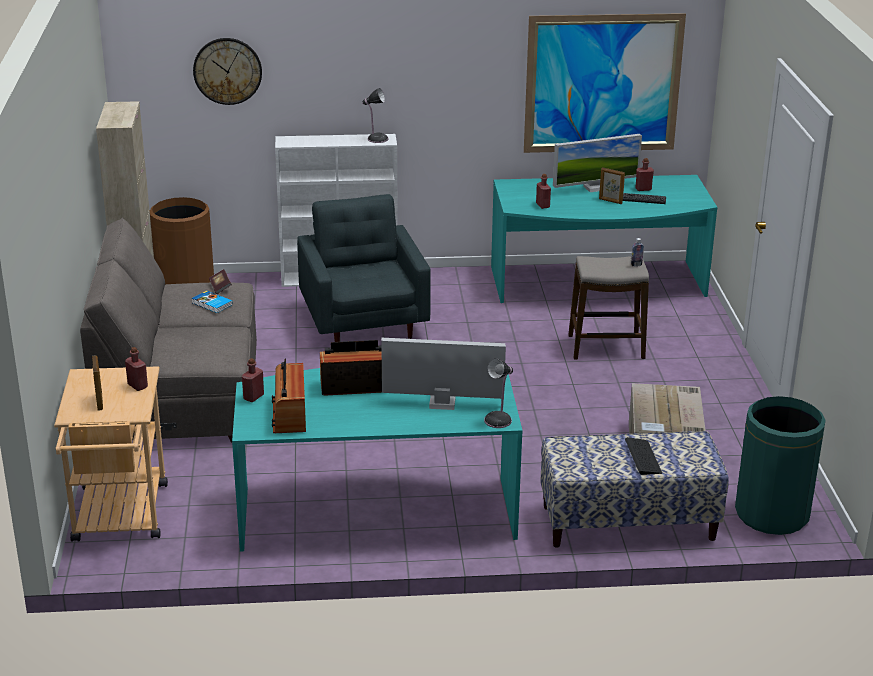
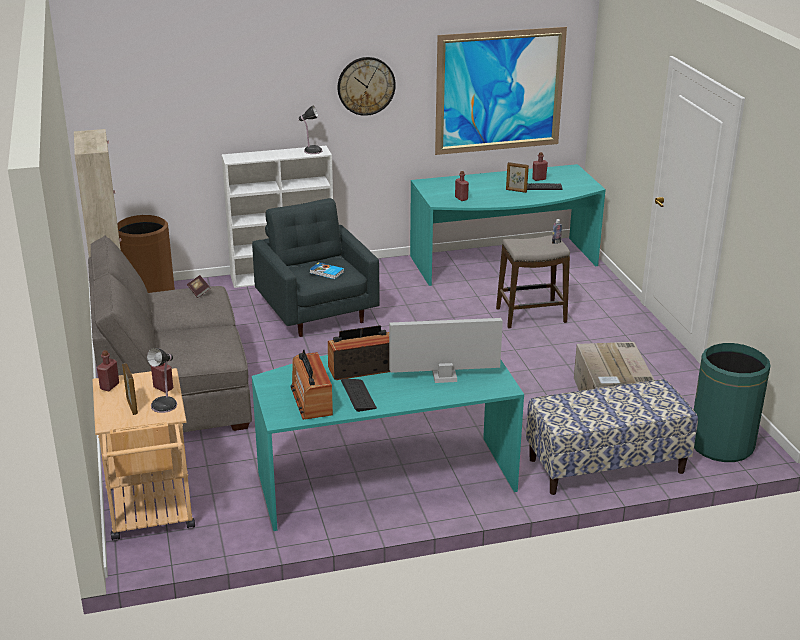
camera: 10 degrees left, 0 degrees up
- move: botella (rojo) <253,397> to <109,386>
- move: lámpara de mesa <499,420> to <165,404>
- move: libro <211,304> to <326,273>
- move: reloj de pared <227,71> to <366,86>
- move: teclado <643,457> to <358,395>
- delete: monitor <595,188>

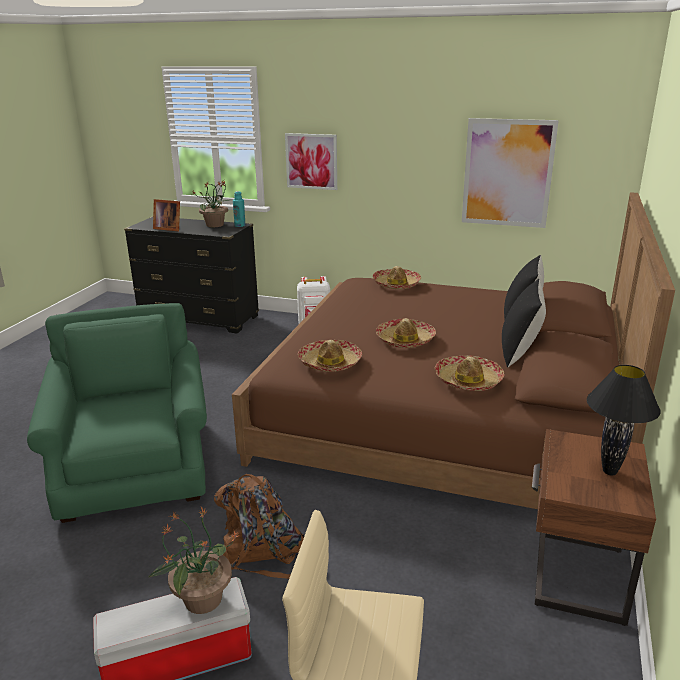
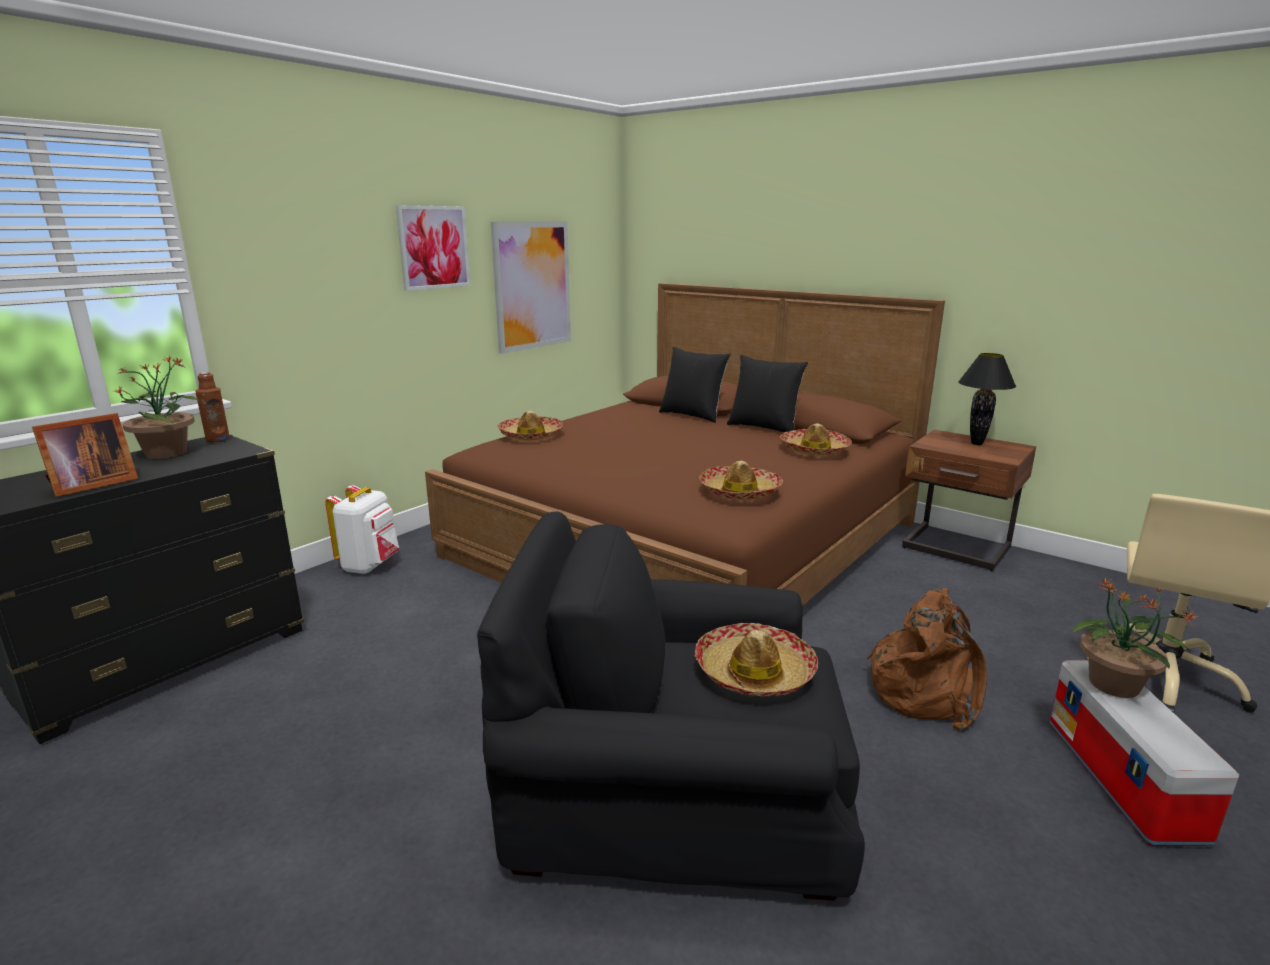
camera: 70 degrees left, 5 degrees down
- recolor: botella (turquesa) <240,225> to botella (marrón) <217,439>
- move: cuadro <311,161> to <434,247>
- recolor: sillón (verde) <134,463> to sillón (negro) <675,793>
- move: sombrero <405,340> to <754,672>

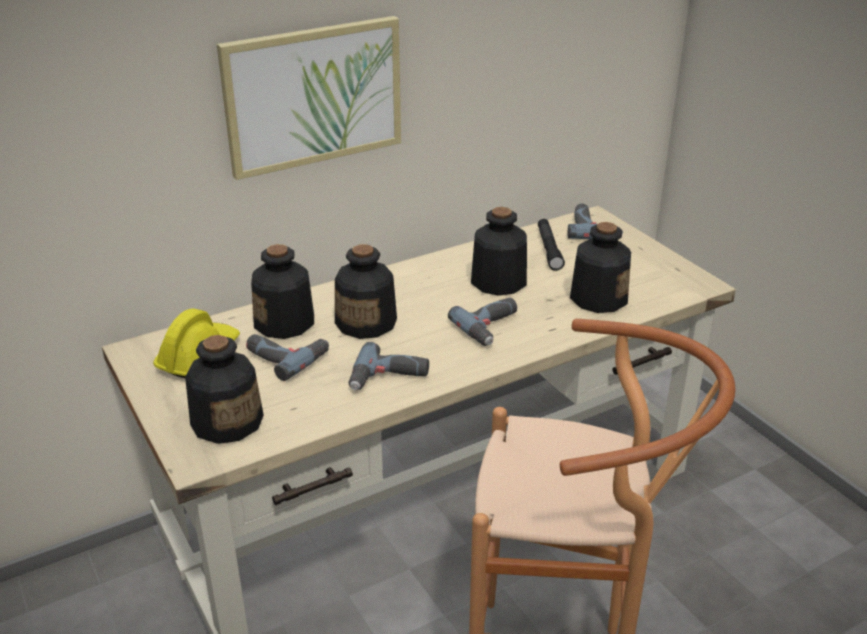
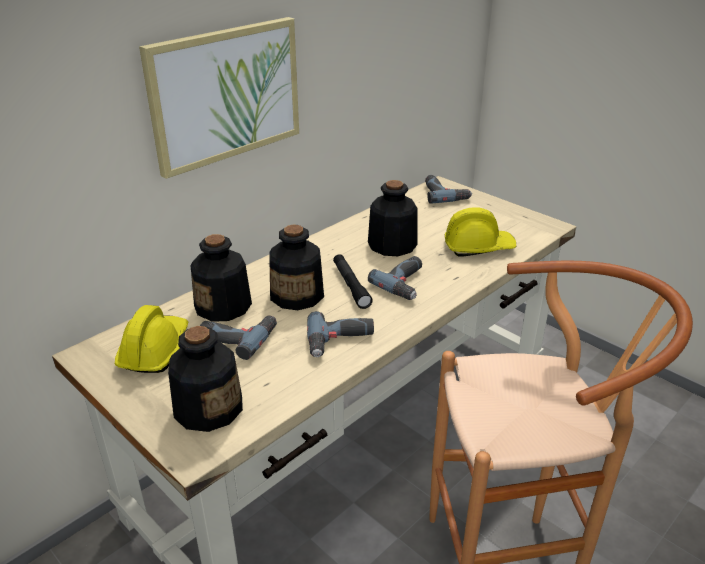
camera: 15 degrees left, 0 degrees up
- move: linterna (negro) <549,249> to <351,286>
- replace: botella <598,298> to casco (amarillo) <478,247>

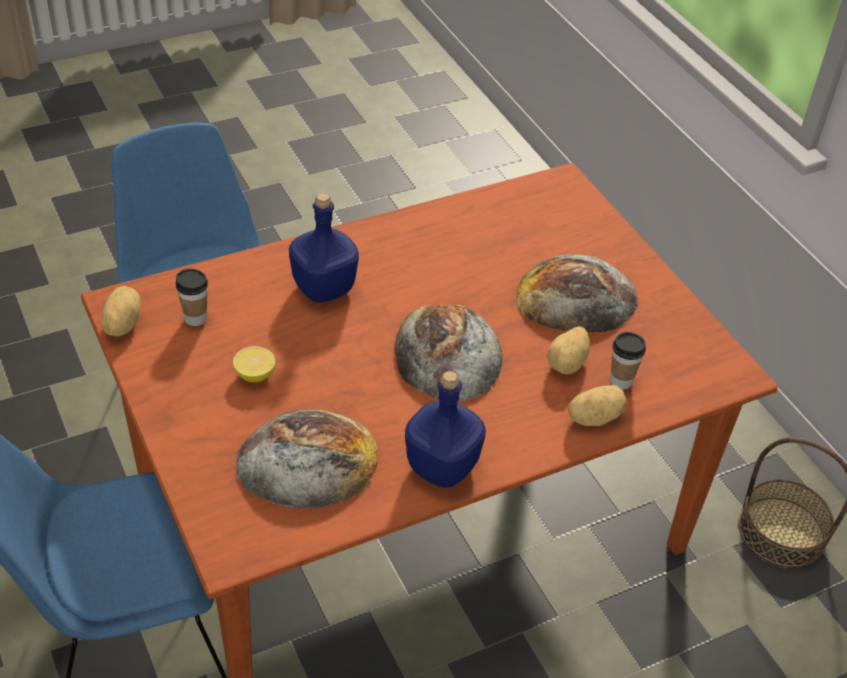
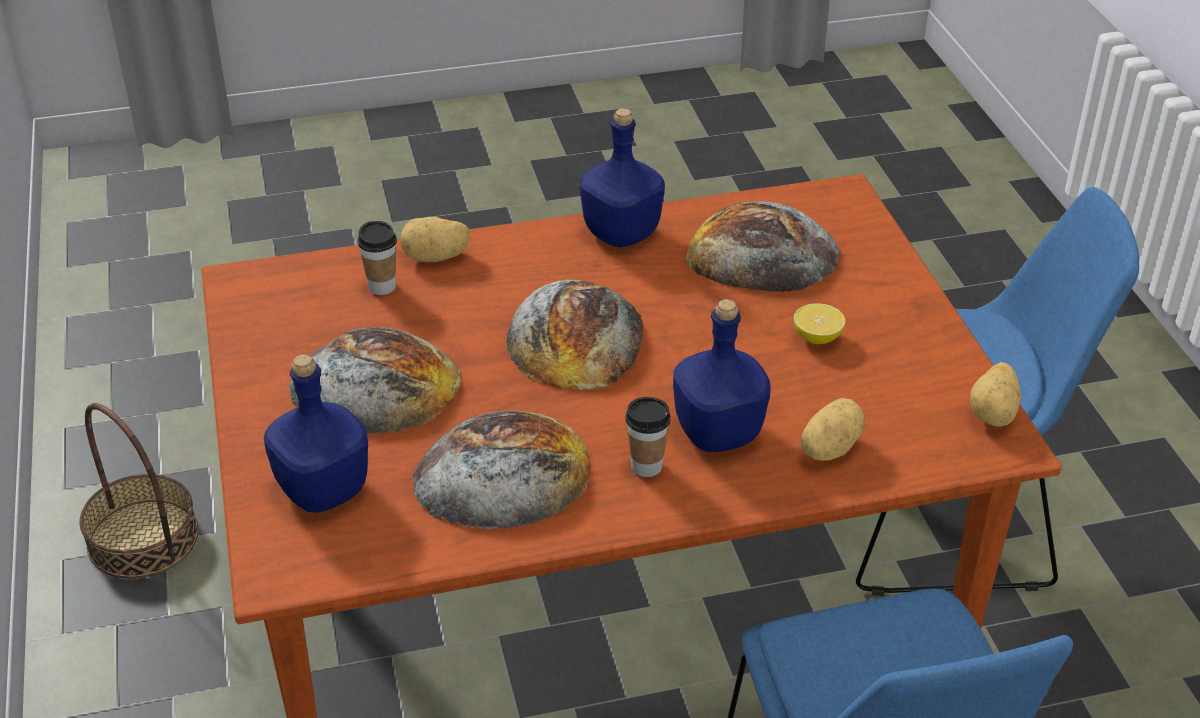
camera: 165 degrees left, 5 degrees down
- insert: botella (azul) <322,489>
- insert: pan <503,473>
- move: taza <195,318> to <646,466>
- move: patata <568,363> to <828,448>

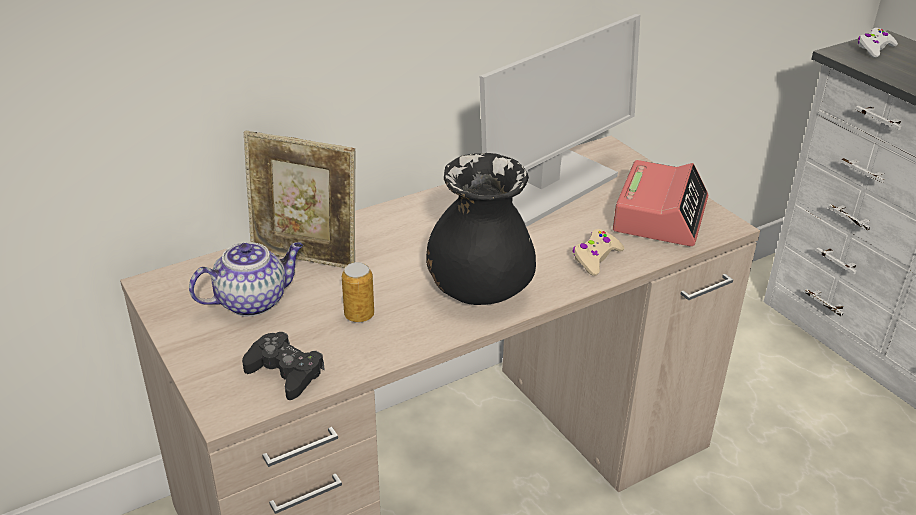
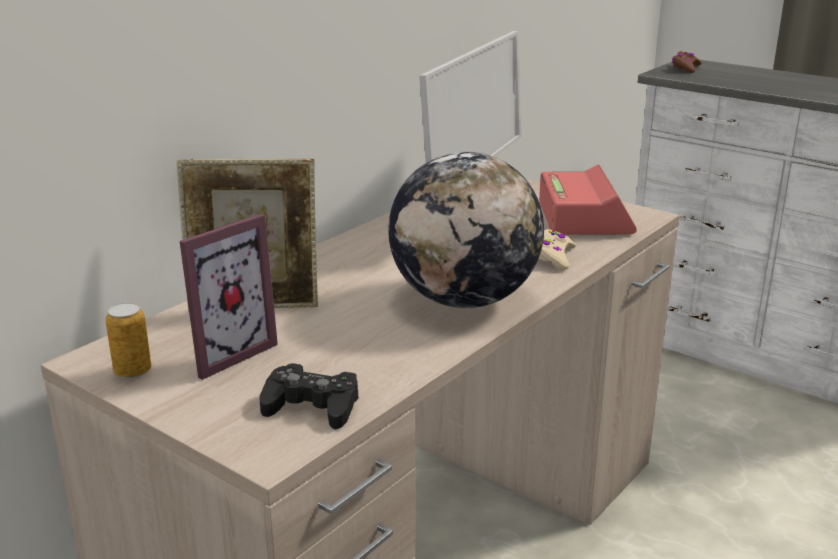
camera: 20 degrees left, 10 degrees down
- move: lata <359,315> to <133,371>
- replace: tetera <253,301> to portarretratos <224,353>
- replace: florero (negro) <479,290> to globo terráqueo <464,300>
- recolor: mando de consola (blanco) <874,48> to mando de consola (marrón) <685,68>

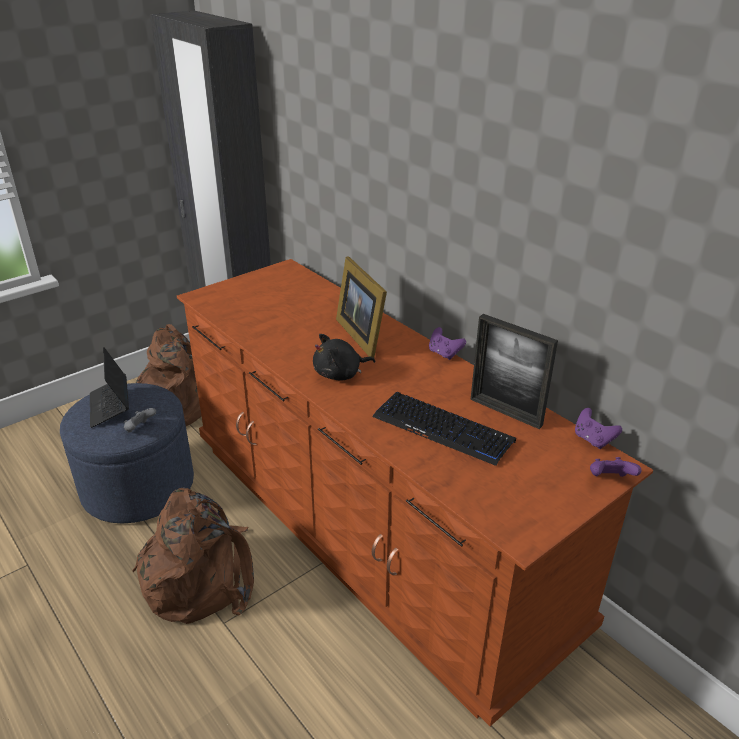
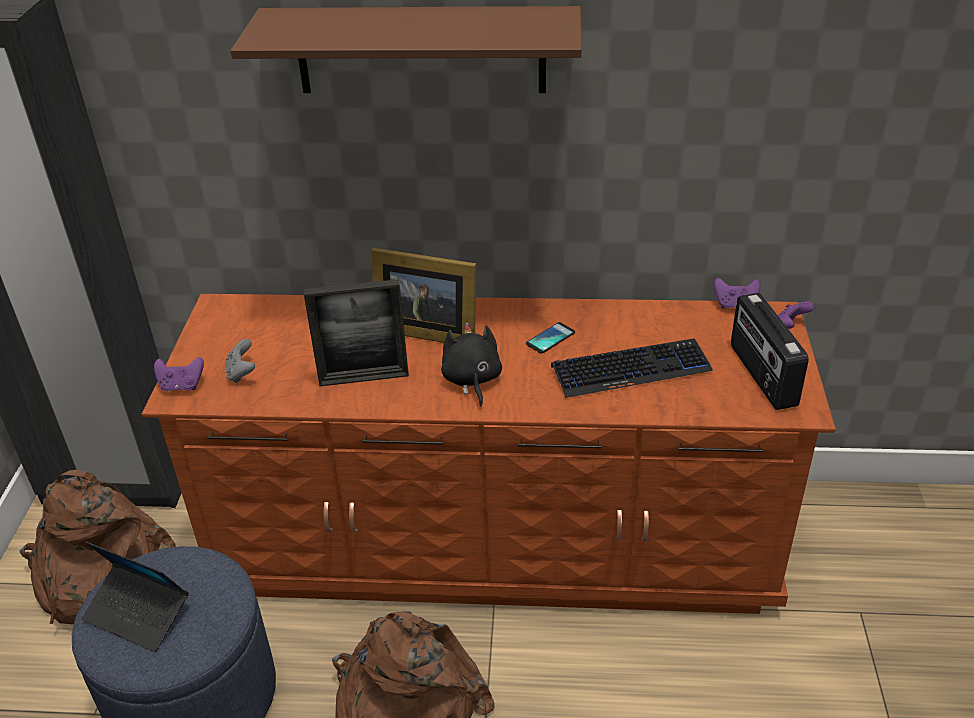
camera: 45 degrees left, 5 degrees up
- move: mando de consola (morado) <444,353> to <182,386>
- move: mando de consola (gris) <140,428> to <242,373>
- insert: estante (marrón) <421,50>
- move: portarretratos <505,412> to <364,378>
- rotate: peluche (negro) <340,374> = <472,380> 150 degrees clockwise
- insert: móvil <550,338>
- insert: radio <761,375>

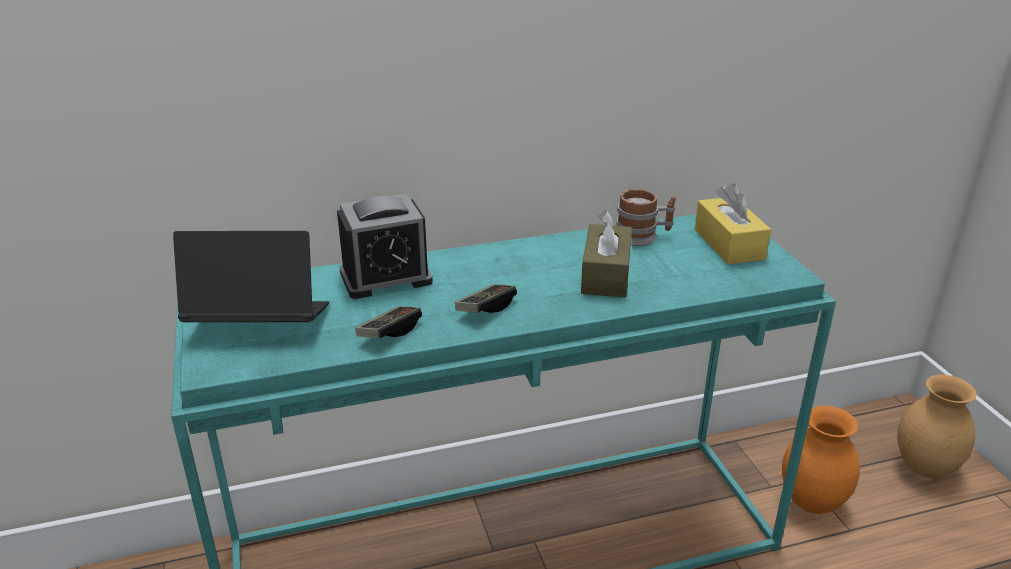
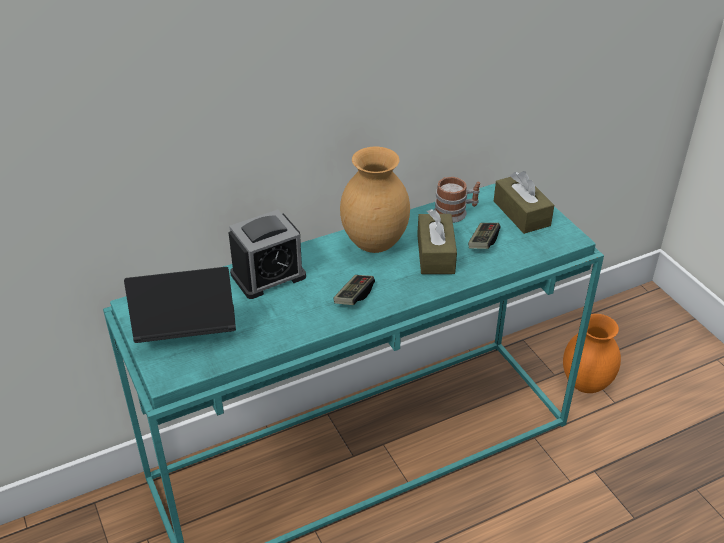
camera: 10 degrees left, 10 degrees up
- move: florero (marrón) <925,469> to <375,245>
- move: mando de consola <389,332> to <483,242>
- recolor: caja de pañuelos (amarillo) <729,244> to caja de pañuelos (marrón) <521,213>

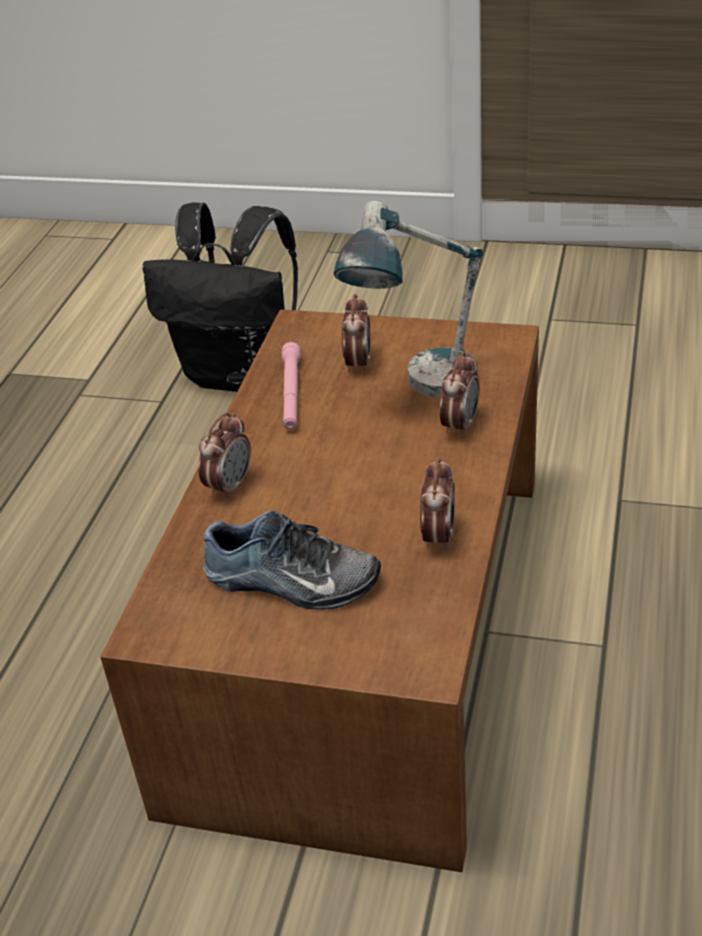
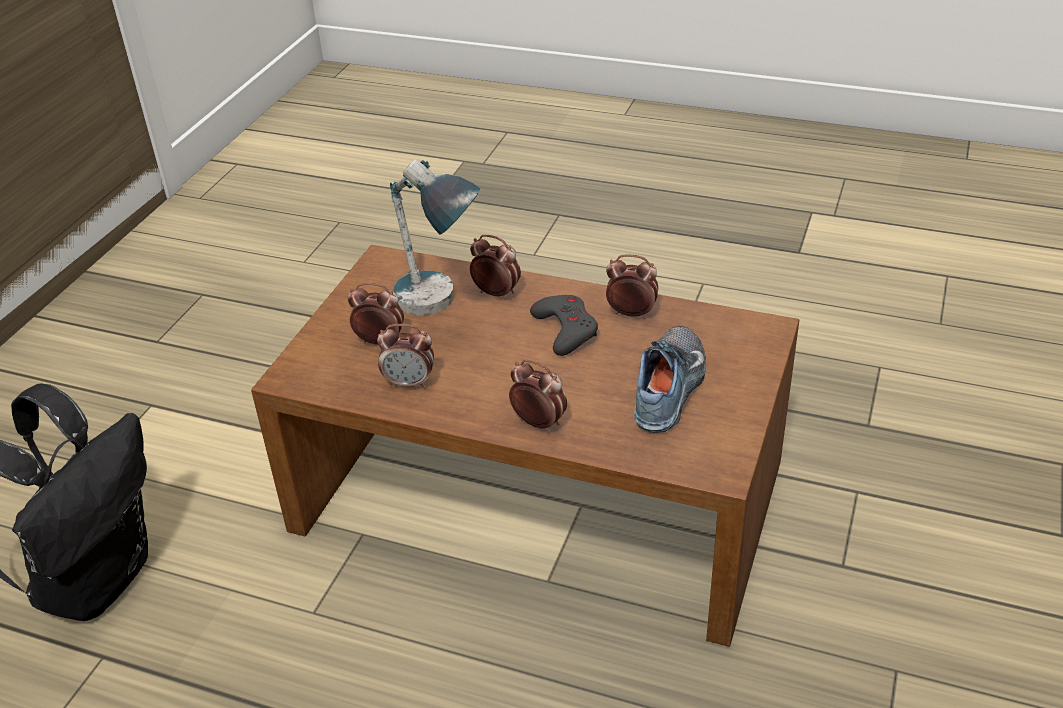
camera: 85 degrees left, 0 degrees up
- replace: linterna (rosa) <291,394> to despertador <409,383>
- insert: mando de consola (gris) <565,329>

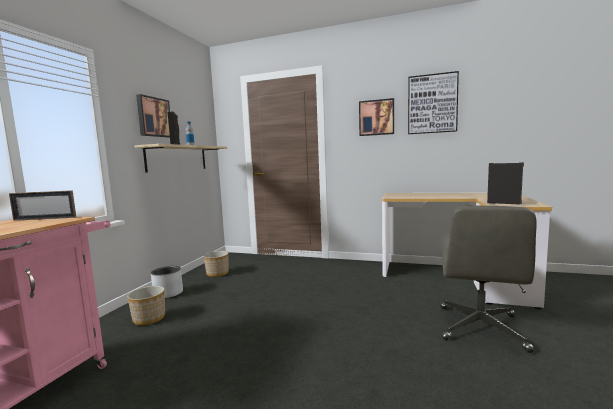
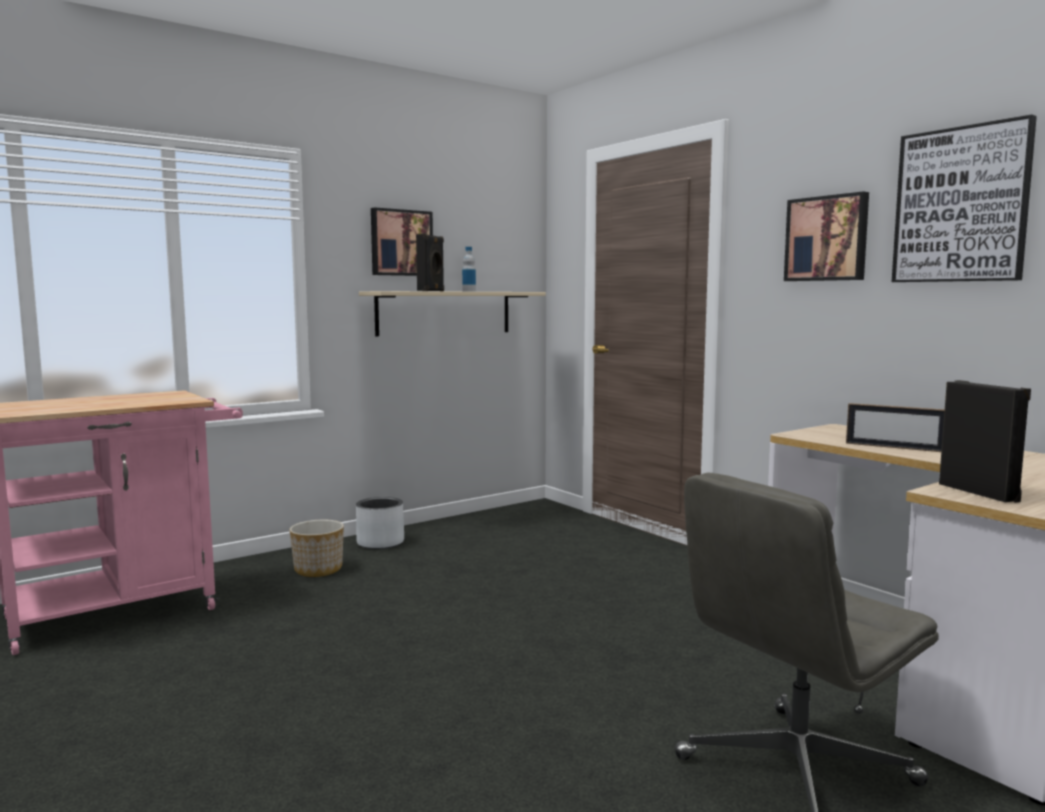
camera: 35 degrees right, 0 degrees up
- move: portarretratos <45,219> to <893,447>
- delete: maceta <217,273>

